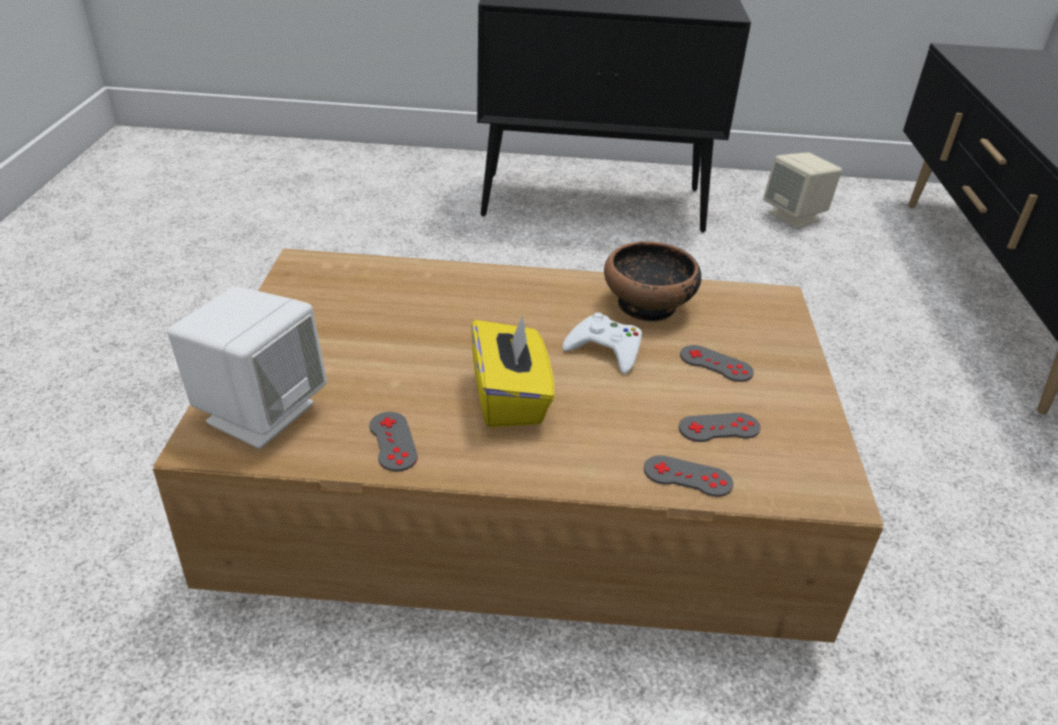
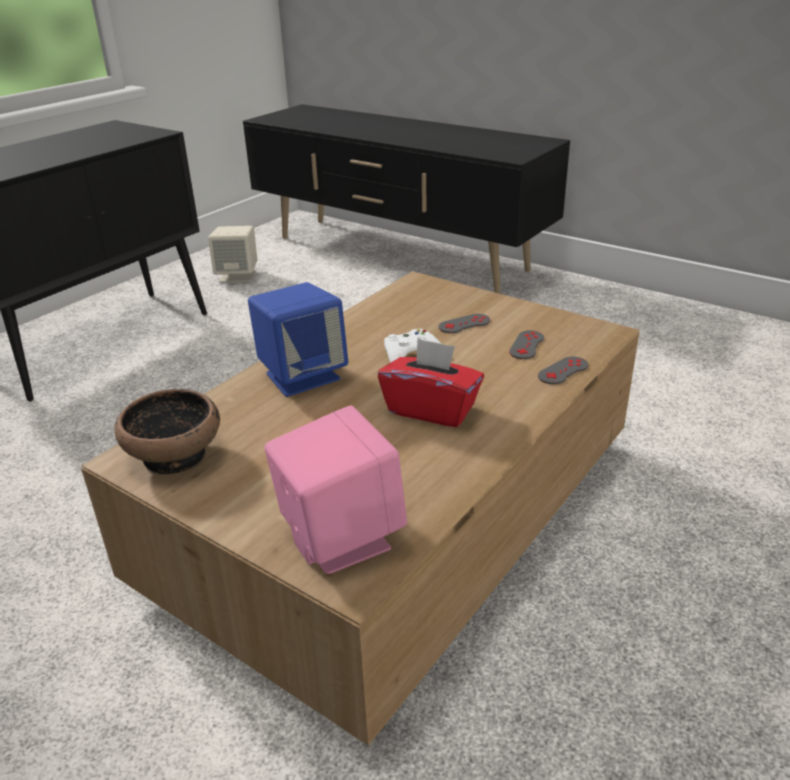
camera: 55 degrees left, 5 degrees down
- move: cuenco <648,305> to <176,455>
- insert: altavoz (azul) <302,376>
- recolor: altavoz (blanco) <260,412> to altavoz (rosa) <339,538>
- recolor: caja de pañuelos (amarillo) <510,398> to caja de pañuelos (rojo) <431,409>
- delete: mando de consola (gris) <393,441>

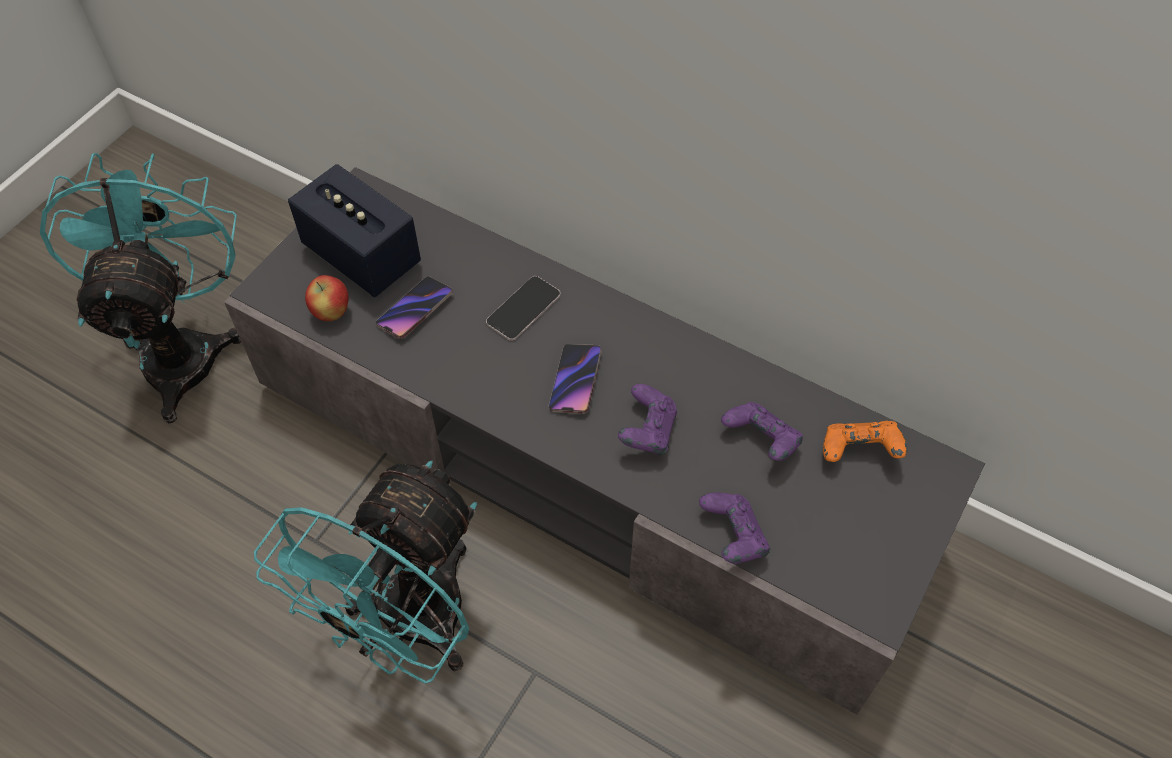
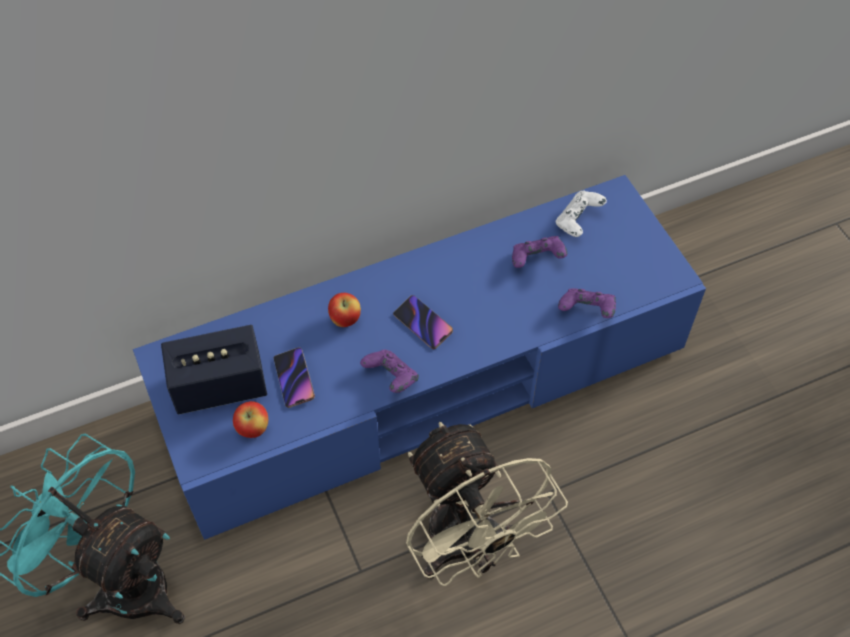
camera: 55 degrees left, 0 degrees up
- recolor: mueble de televisión (gris) <586,460> to mueble de televisión (azul) <425,380>
- replace: móvil <523,309> to manzana <345,319>
- move: mando de consola (morado) <647,431> to <391,379>
- recolor: ventilador (turquesa) <409,628> to ventilador (beis) <467,547>
- recolor: mando de consola (naranja) <859,452> to mando de consola (blanco) <578,222>

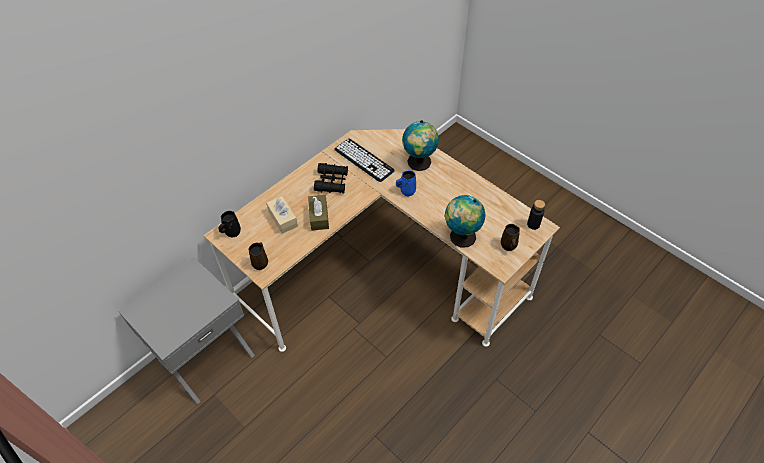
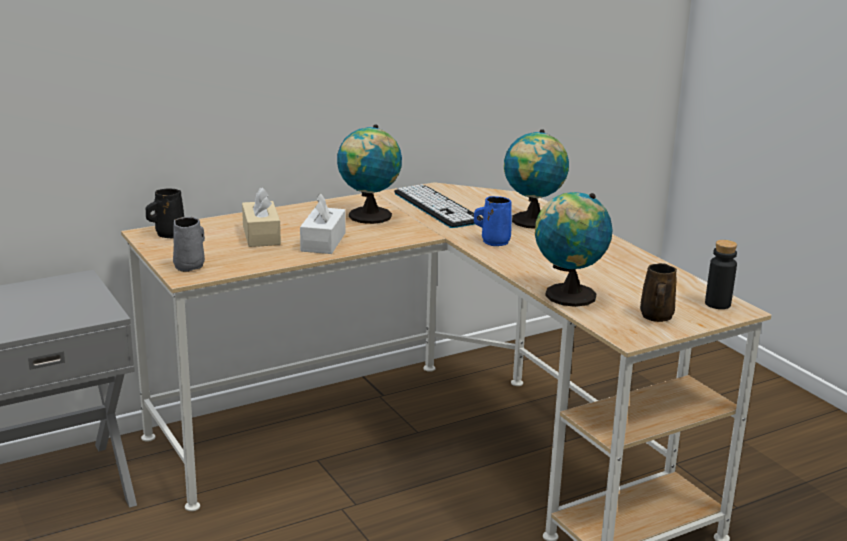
camera: 15 degrees right, 30 degrees down
- recolor: taza grande (marrón) <260,263> to taza grande (gris) <190,266>
- recolor: caja de pañuelos (marrón) <319,217> to caja de pañuelos (blanco) <323,242>
- replace: prismáticos (negro) <332,182> to globo terráqueo <369,217>

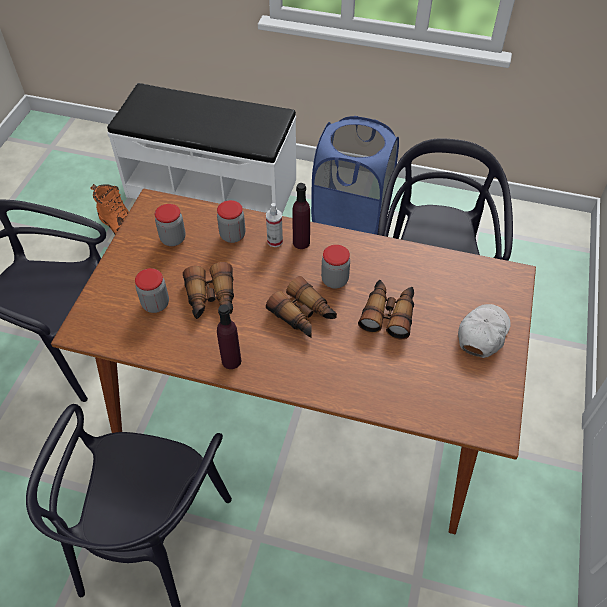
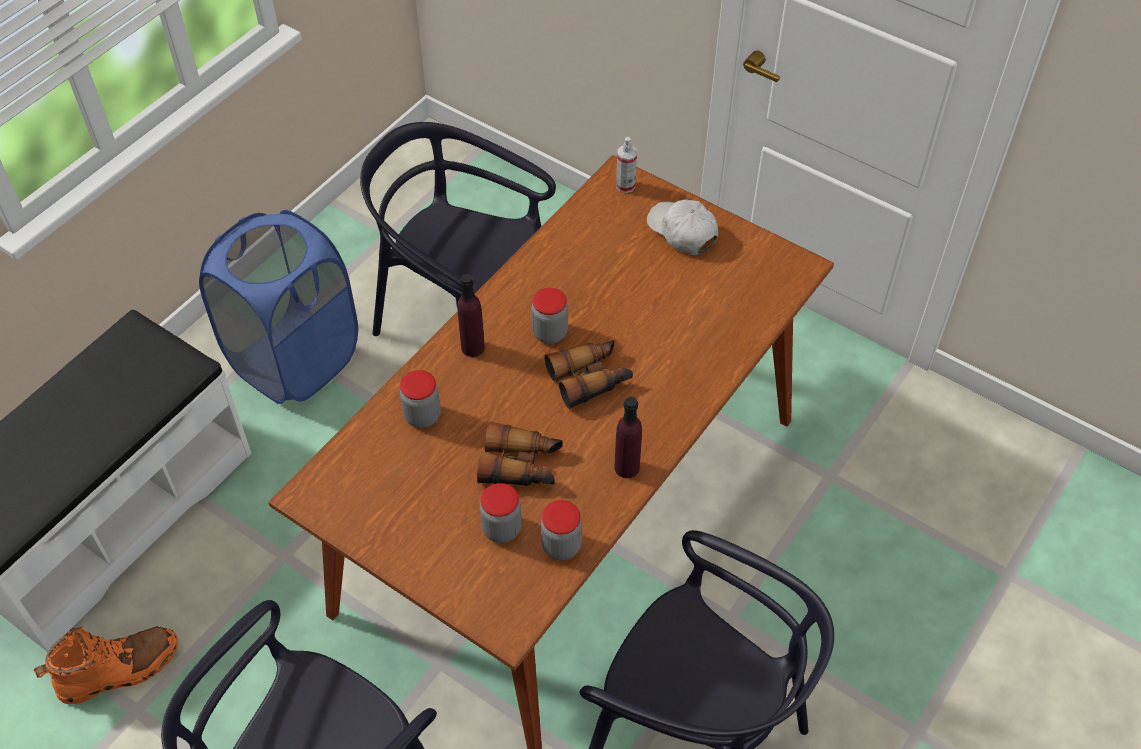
camera: 70 degrees left, 0 degrees up
- move: tarro <173,239> to <561,546>
- move: pulverizador <275,241> to <625,185>
- delete: prismáticos <388,313>

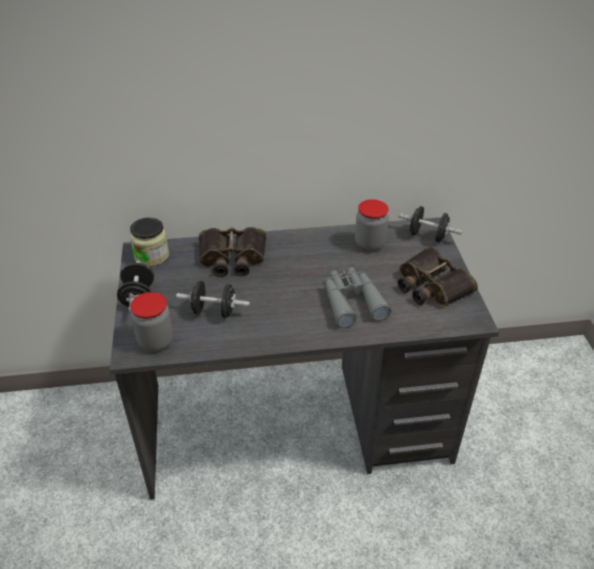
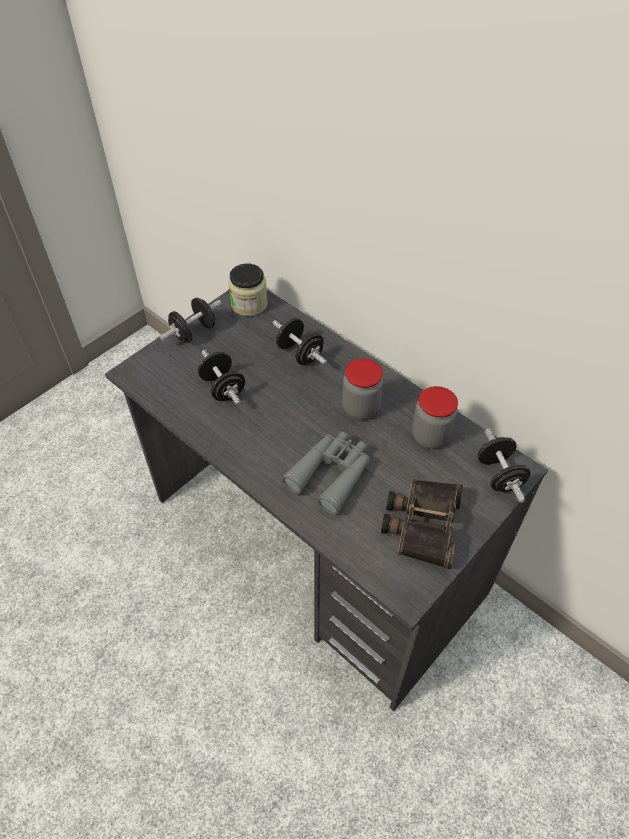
camera: 50 degrees right, 10 degrees up
- replace: prismáticos <232,258> to mancuerna (negro) <300,353>
- move: tarro <156,341> to <360,408>

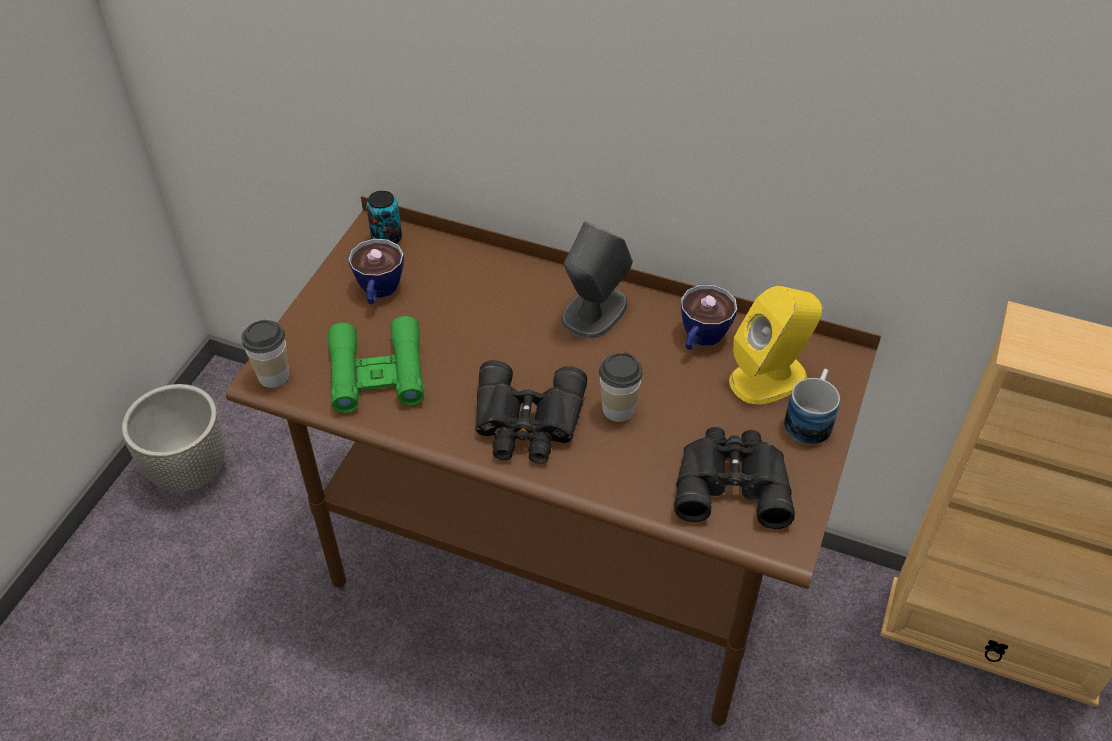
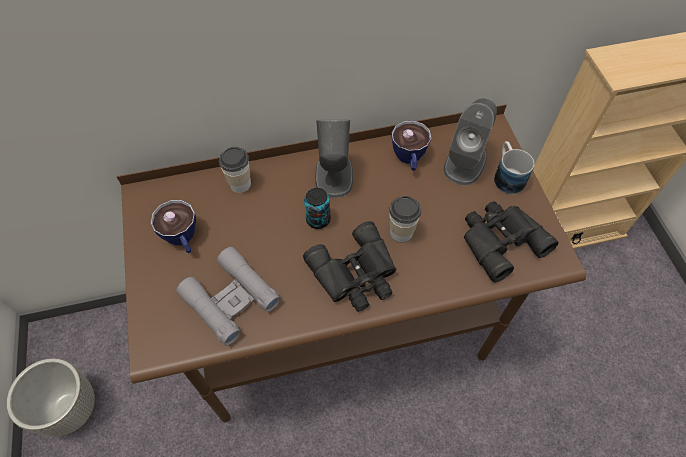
camera: 35 degrees left, 10 degrees up
- recolor: prismáticos (verde) <377,373> to prismáticos (gris) <231,299>
- move: taza <274,376> to <240,184>
- move: lata <386,238> to <318,219>
- recolor: altavoz (amarillo) <769,378> to altavoz (gris) <465,163>

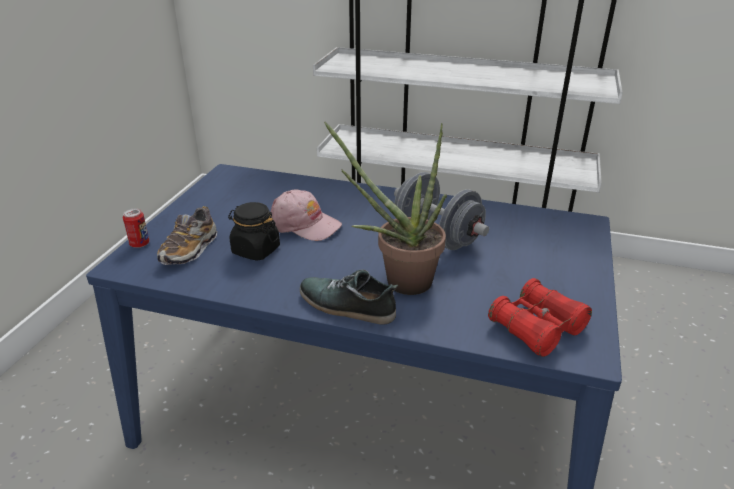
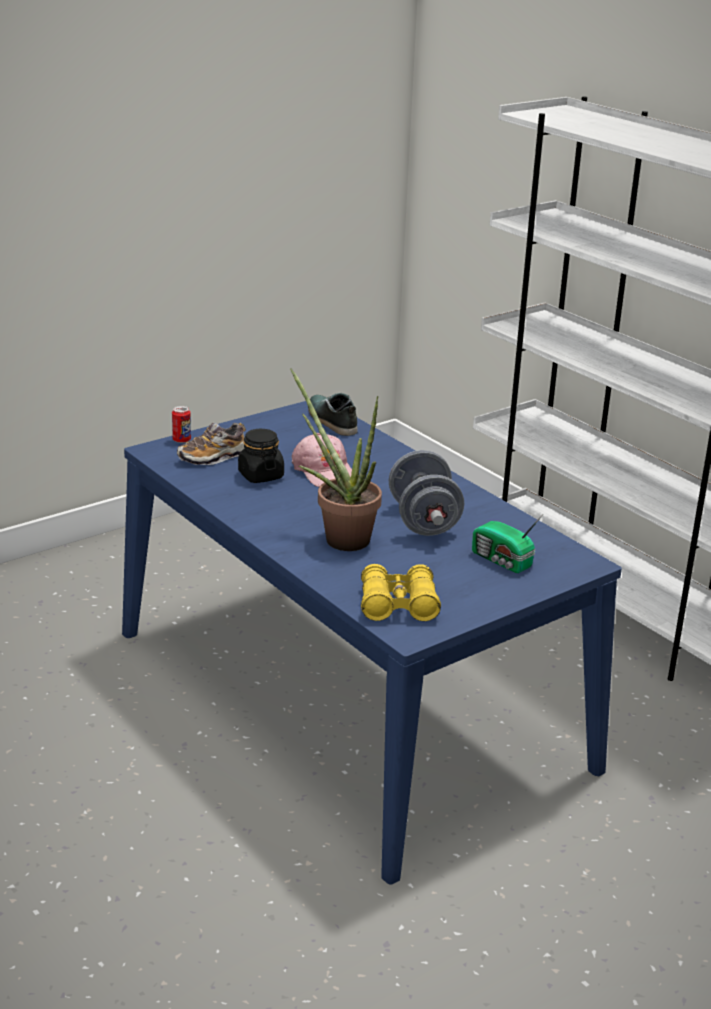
camera: 35 degrees right, 5 degrees down
- move: zapato <346,306> to <331,420>
- recolor: prismáticos (rojo) <537,328> to prismáticos (amarillo) <398,605>
- insert: radio <502,561>

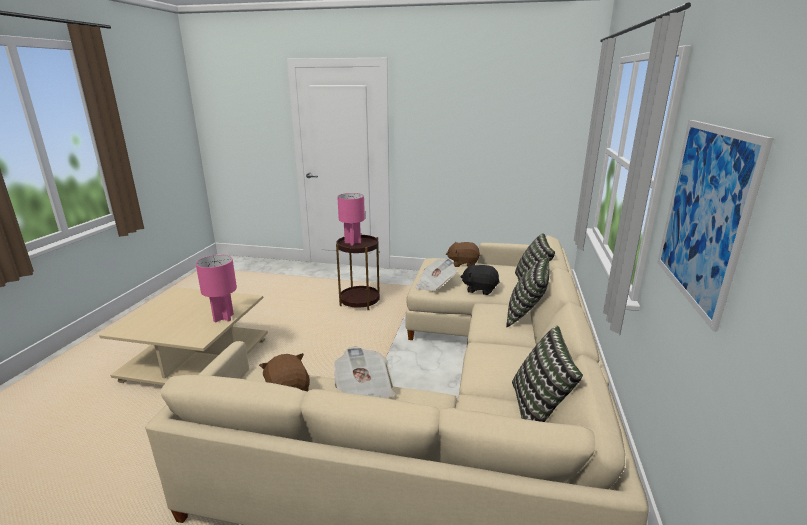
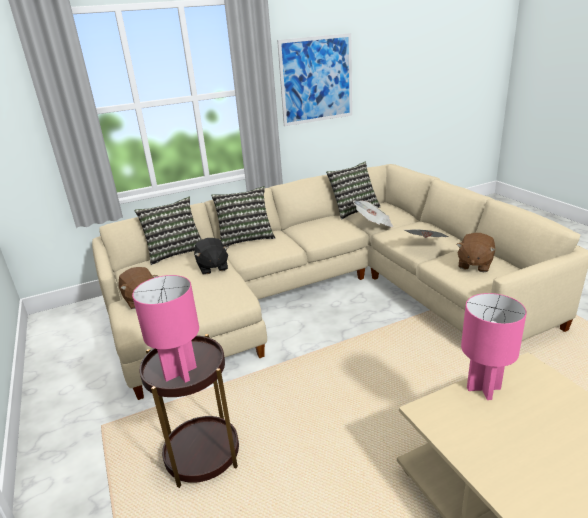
camera: 125 degrees left, 5 degrees up
- move: periódico <435,285> to <373,223>

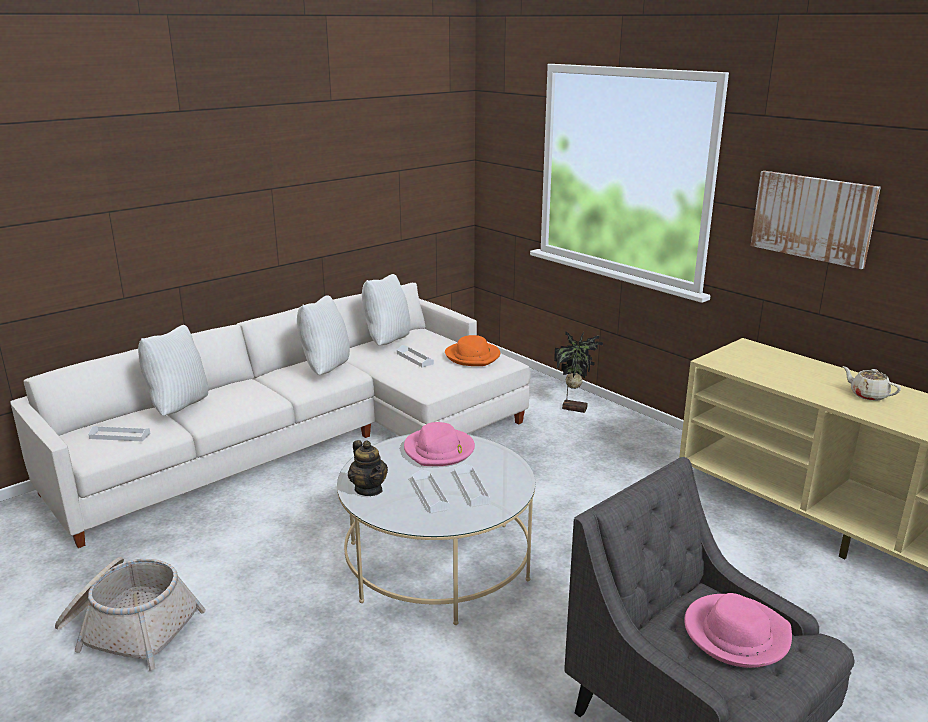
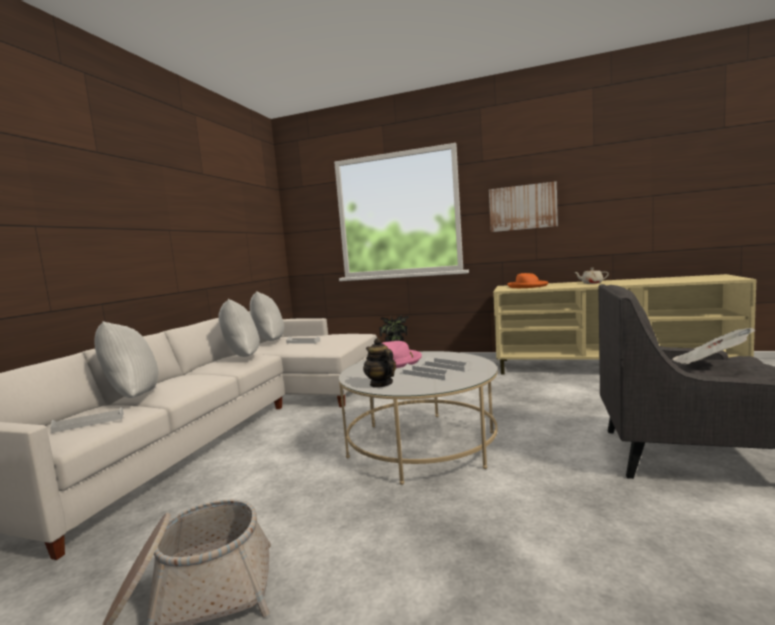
camera: 30 degrees left, 15 degrees down
- rotate: tetera <369,489> = <381,384> 150 degrees counterclockwise
- move: sombrero (naranja) <473,356> to <527,286>
- replace: sombrero (rosa) <736,634> to periódico <710,364>

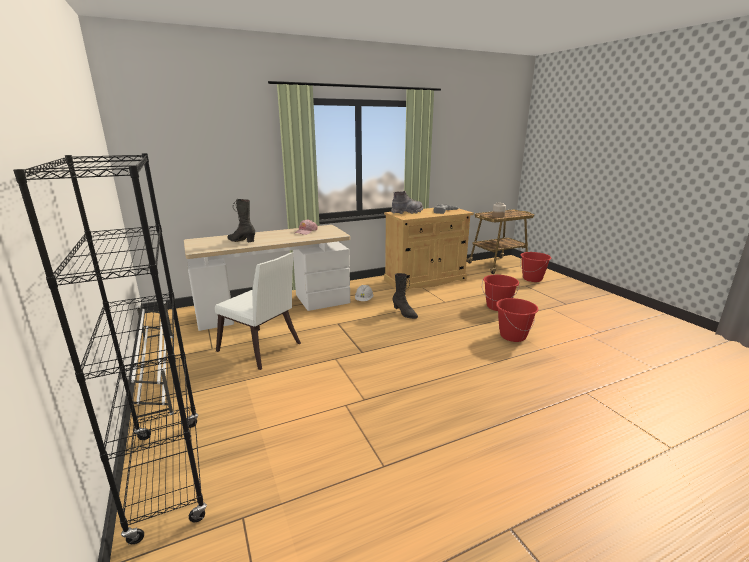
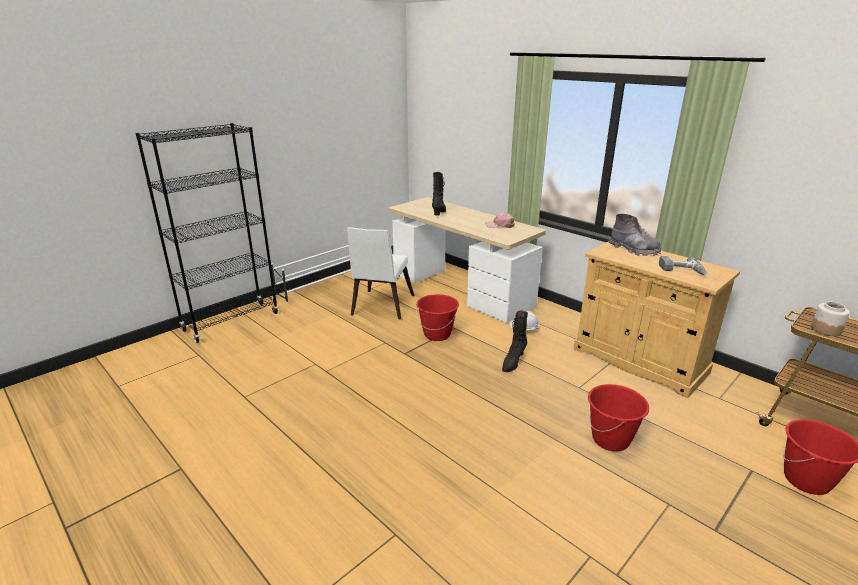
camera: 70 degrees right, 5 degrees up
- move: cubo (rojo) <512,336> to <437,334>

